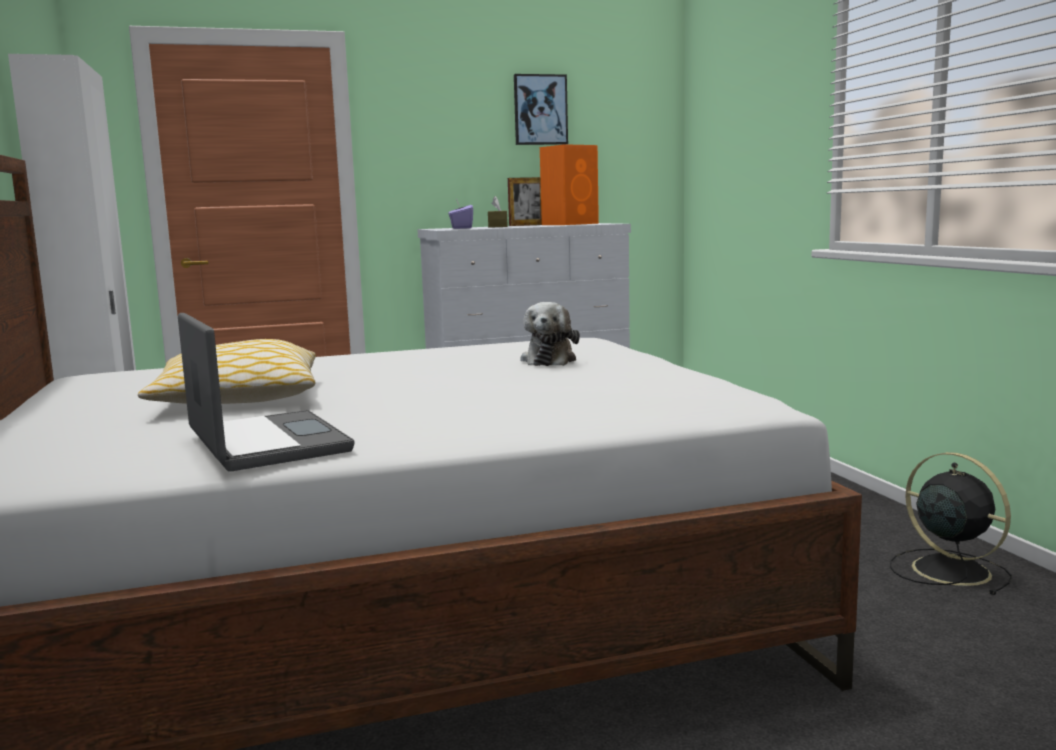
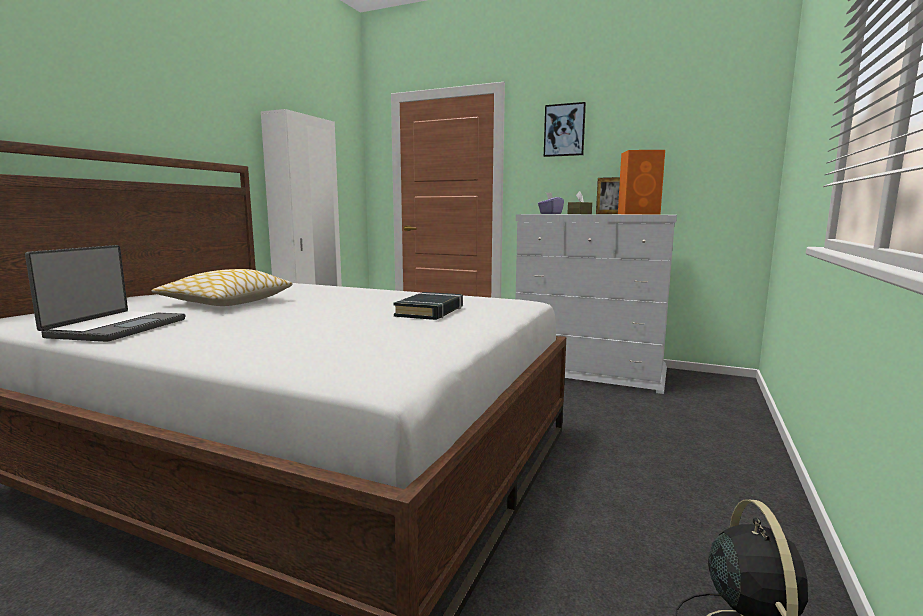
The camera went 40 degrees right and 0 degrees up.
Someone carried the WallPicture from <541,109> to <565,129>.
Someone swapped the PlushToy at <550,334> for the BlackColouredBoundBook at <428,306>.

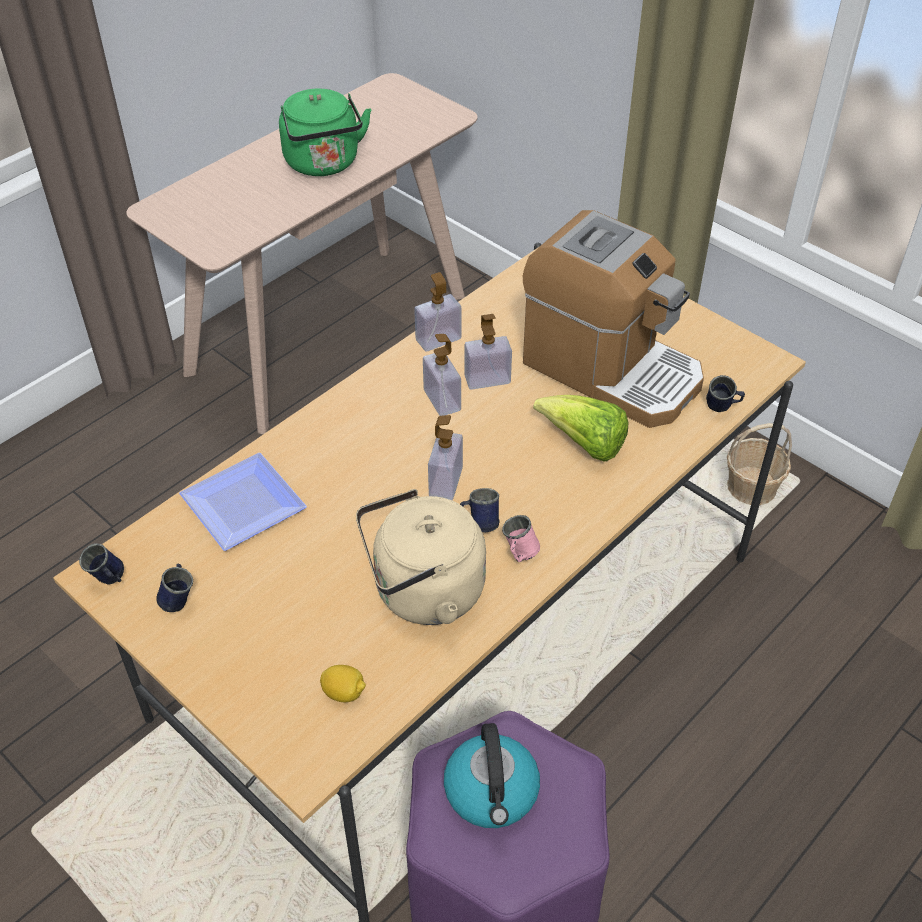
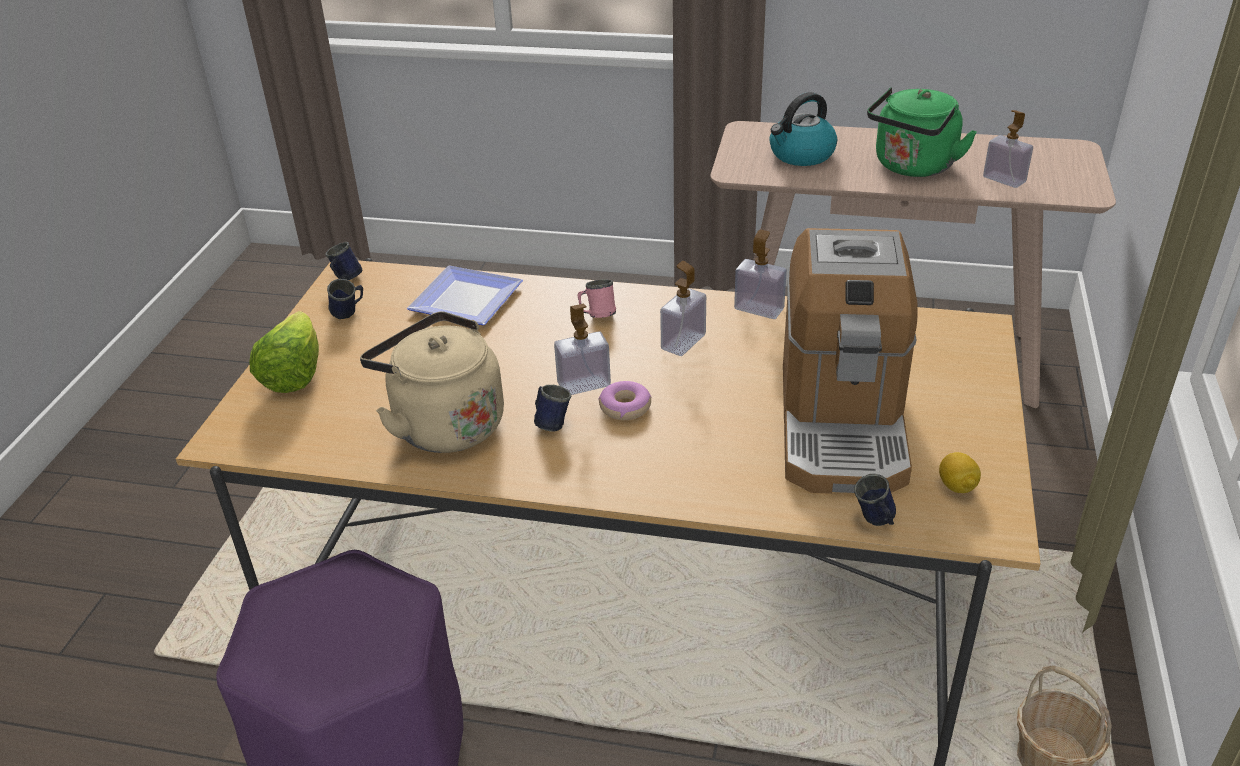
The camera went 60 degrees right and 10 degrees down.
Someone put down the RingDoughnut at <625,400>.
Someone carried the CitrusFruit from <343,683> to <960,472>.
Someone carried the WaterKettle from <492,775> to <803,129>.
Someone carried the SoapBottle from <488,352> to <1008,149>.
Someone carried the PinkCoffeeMug from <521,538> to <597,298>.
Someone carried the LettuceHead from <580,428> to <284,352>.

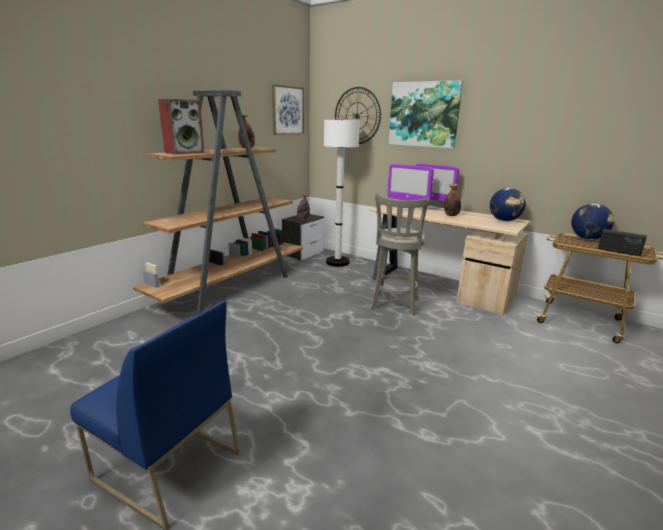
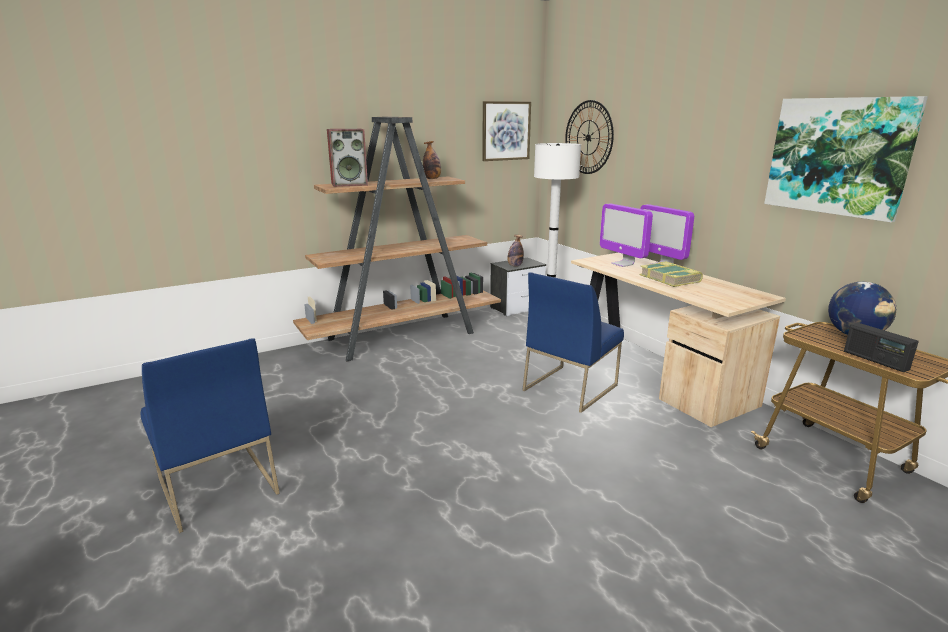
The camera went 25 degrees right and 0 degrees up.
Someone took away the DeskGlobe at <508,204>.
Someone carried the WallPicture from <426,114> to <846,159>.
Someone swapped the GreySittingStool at <400,254> for the BlueUprightChair at <573,342>.
Someone swapped the Bottle at <452,200> for the BoundBook at <671,274>.

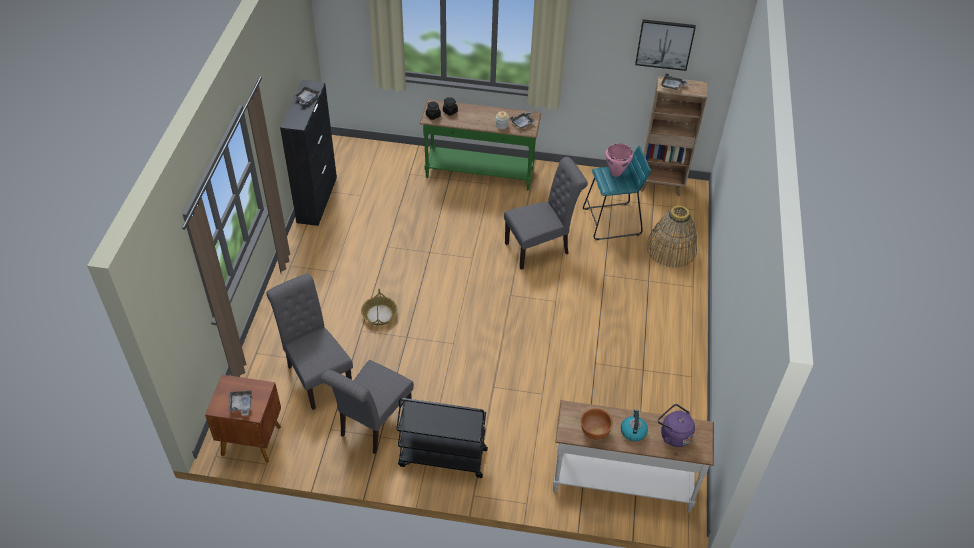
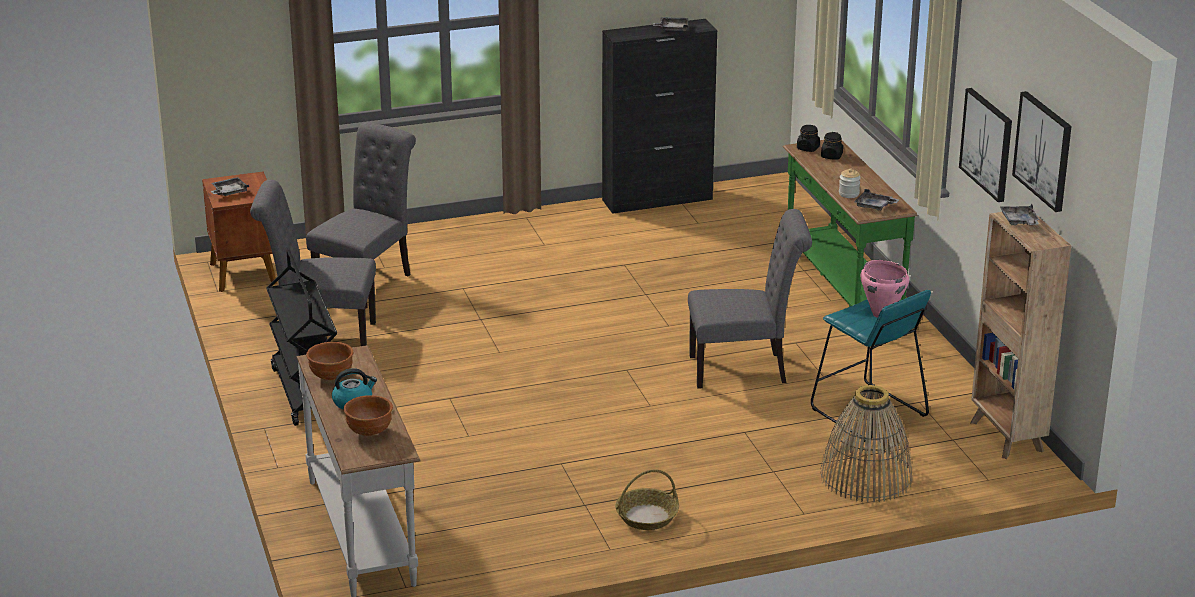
The camera went 65 degrees right and 20 degrees down.
Someone put up the WallPicture at <985,145>.
Someone carried the Basket from <379,307> to <647,499>.
Someone swapped the PurpleWaterKettle at <676,425> for the BrownServingBowl at <368,415>.
Someone rotated the GreyUprightChair at <546,213> by 45 degrees counterclockwise.

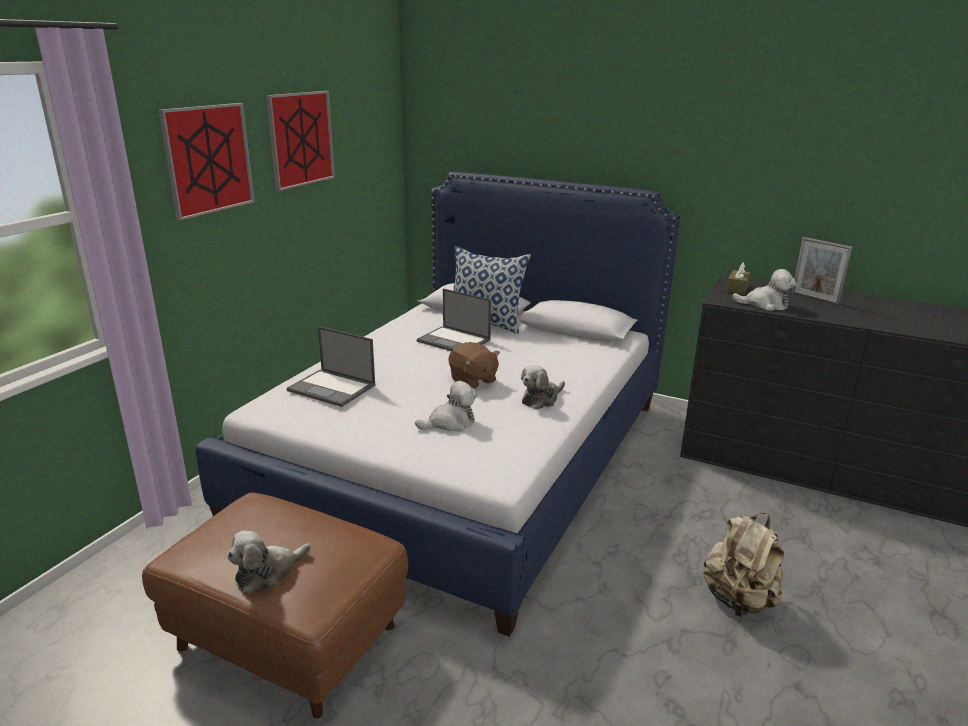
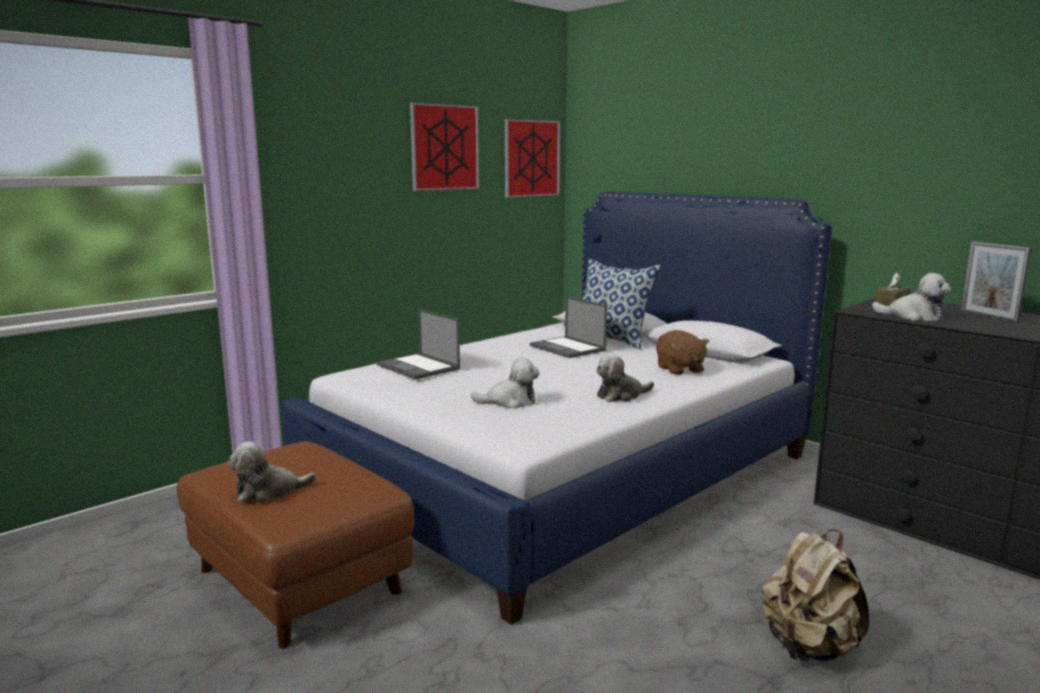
The camera went 20 degrees right and 10 degrees down.
Someone carried the WallPicture from <206,162> to <532,158>.
Someone carried the BrownPlushToy from <474,365> to <682,352>.

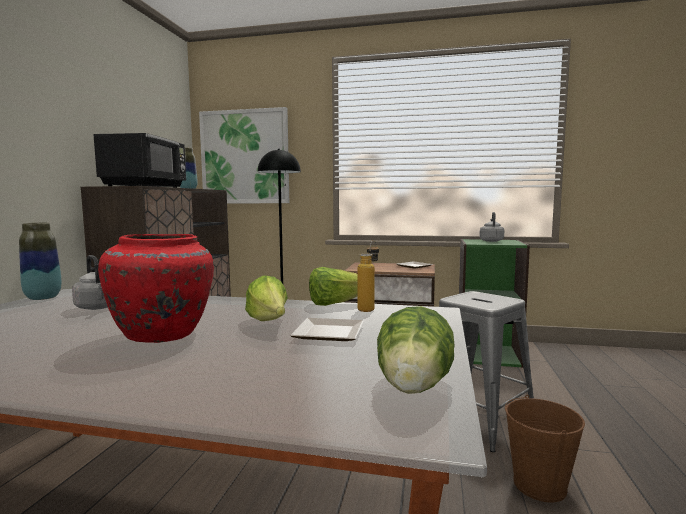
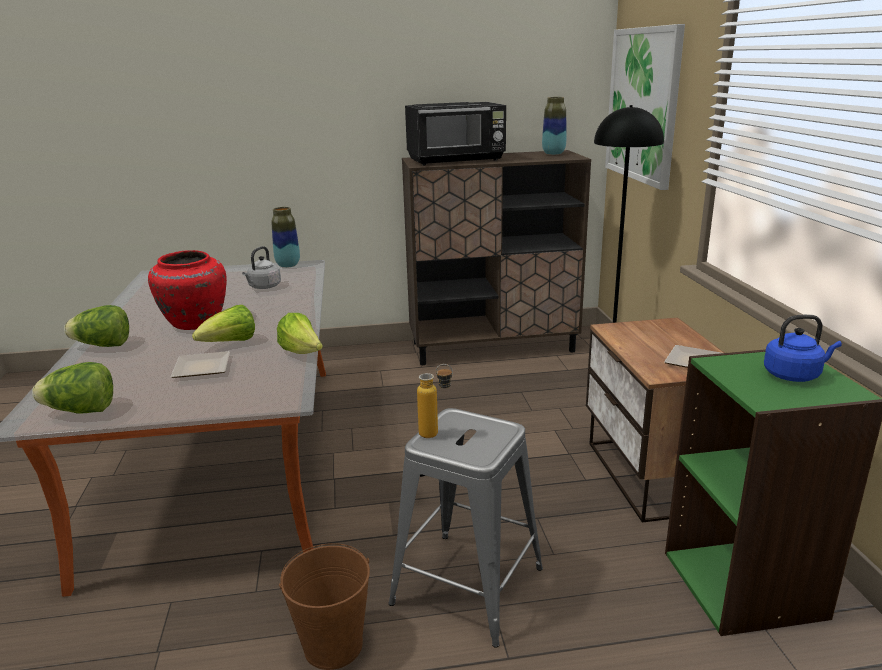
The camera went 70 degrees right and 15 degrees up.
Someone put down the LettuceHead at <96,326>.
Someone carried the Bottle from <368,276> to <435,401>.
Someone repainted the GreyWaterKettle at <491,227>, which became the BlueWaterKettle at <803,348>.

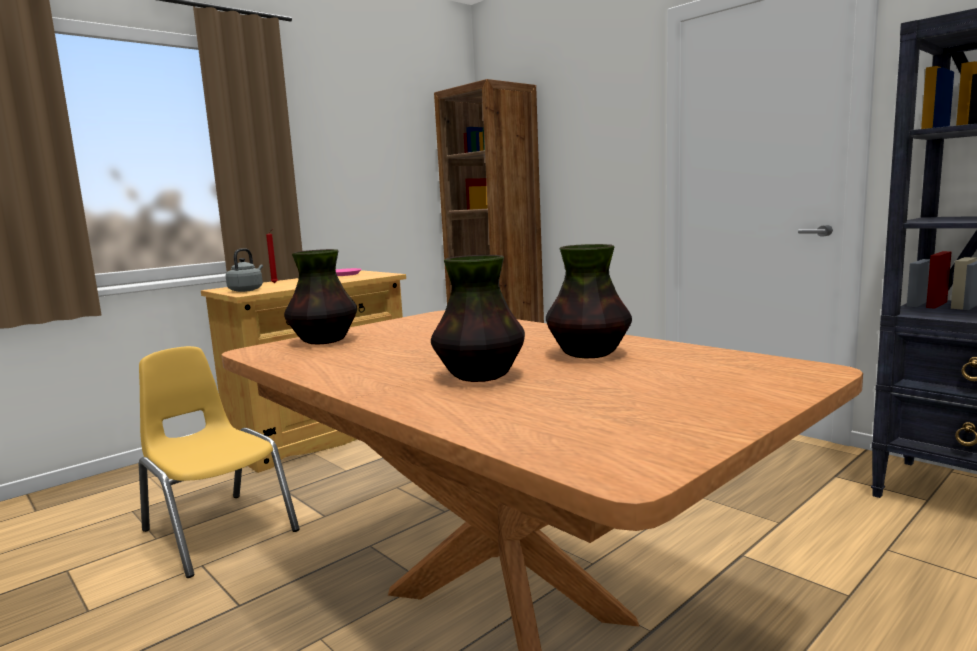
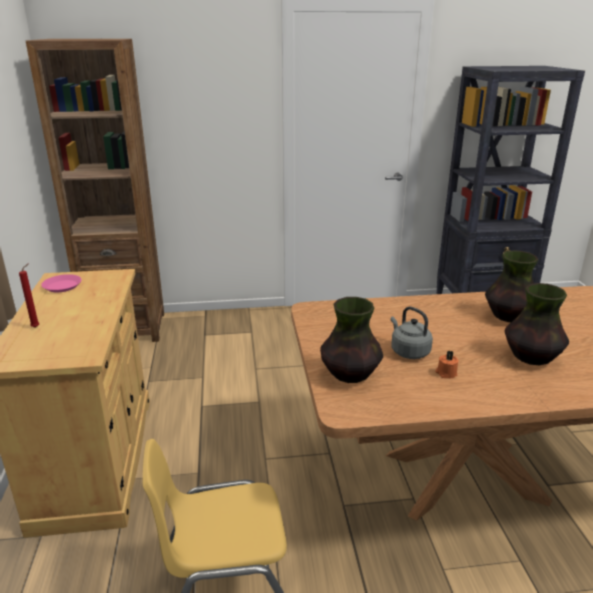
The camera went 55 degrees left and 15 degrees up.
Someone put down the OrangeWaxLight at <447,364>.
Someone carried the GreyWaterKettle from <244,270> to <412,332>.

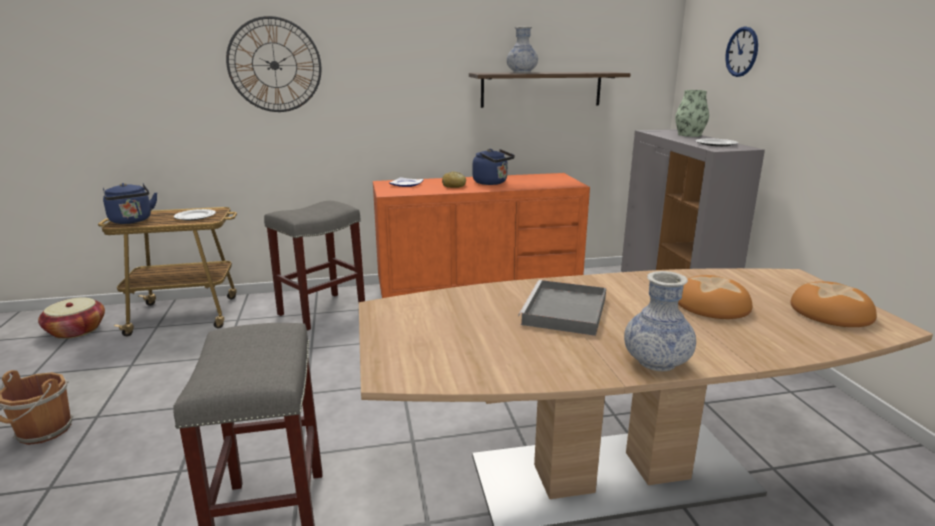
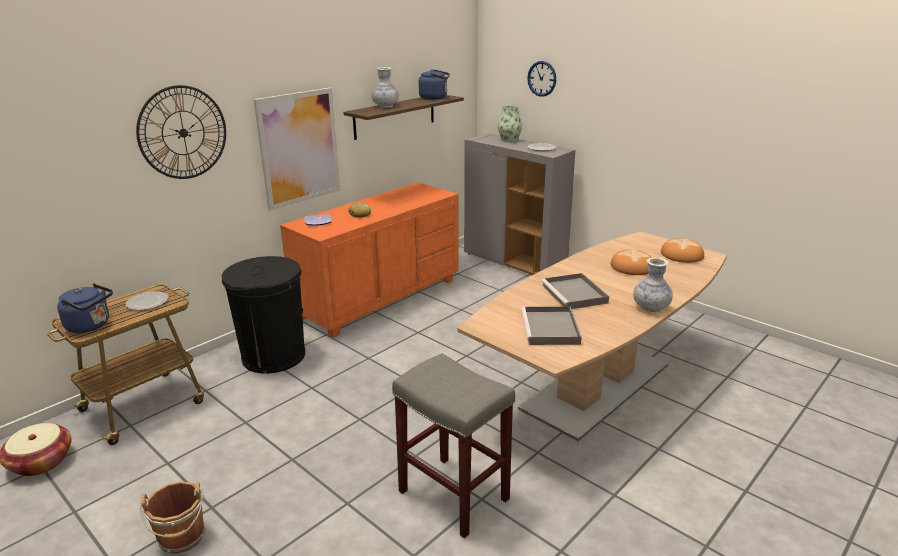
The camera went 35 degrees left and 5 degrees up.
Someone put up the WallPicture at <297,149>.
Someone put down the GreyCarryingTray at <551,325>.
Someone carried the BlueWaterKettle from <494,167> to <434,84>.
Someone swapped the GreySittingStool at <314,266> for the BlackColouredWasteBin at <263,315>.

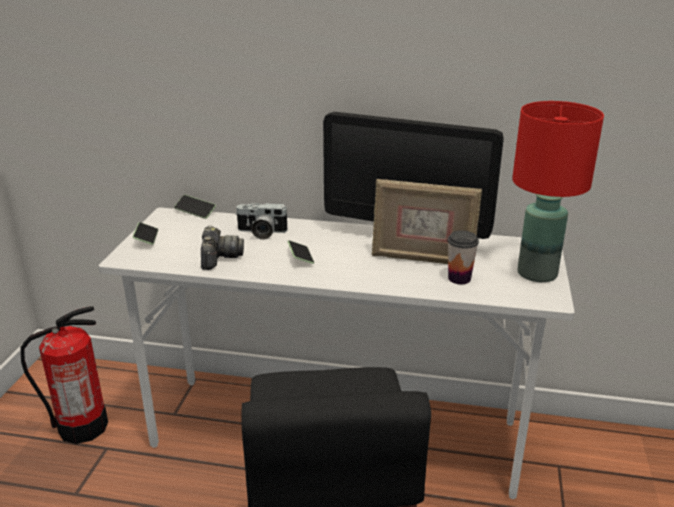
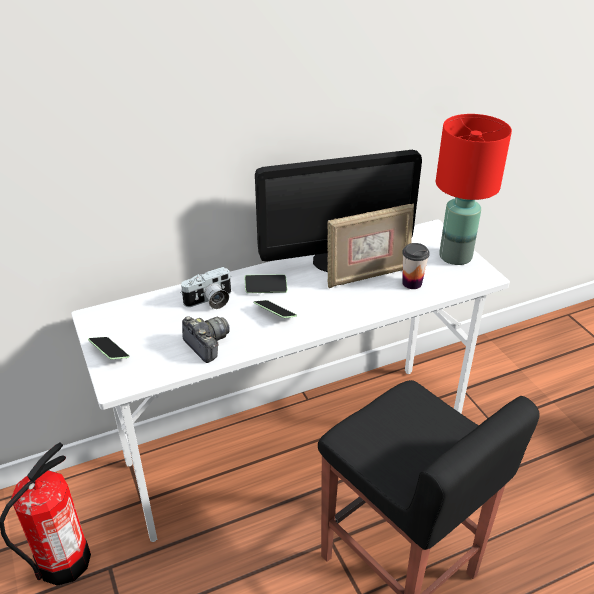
The camera went 35 degrees left and 10 degrees up.
Someone carried the Telephone from <195,207> to <265,283>.

